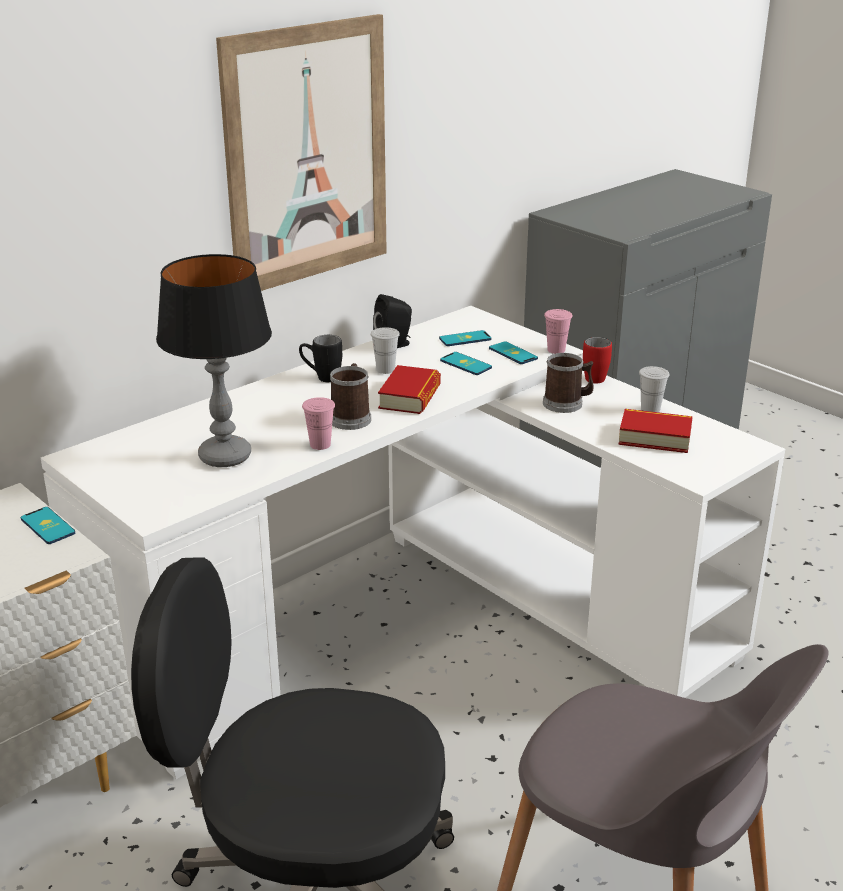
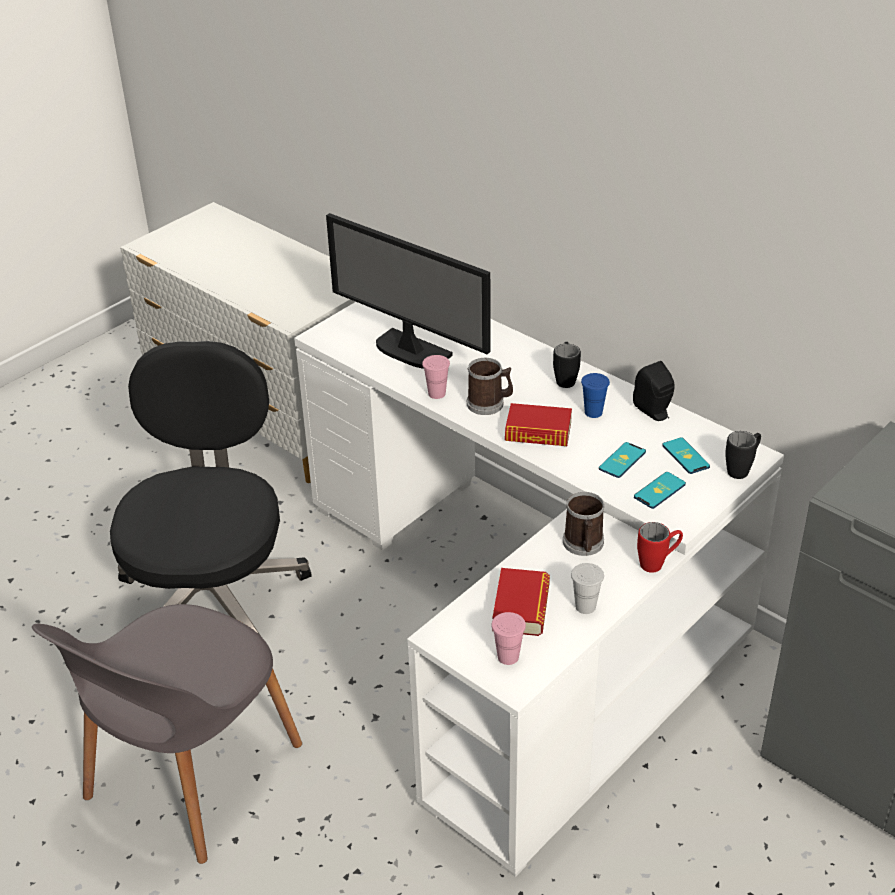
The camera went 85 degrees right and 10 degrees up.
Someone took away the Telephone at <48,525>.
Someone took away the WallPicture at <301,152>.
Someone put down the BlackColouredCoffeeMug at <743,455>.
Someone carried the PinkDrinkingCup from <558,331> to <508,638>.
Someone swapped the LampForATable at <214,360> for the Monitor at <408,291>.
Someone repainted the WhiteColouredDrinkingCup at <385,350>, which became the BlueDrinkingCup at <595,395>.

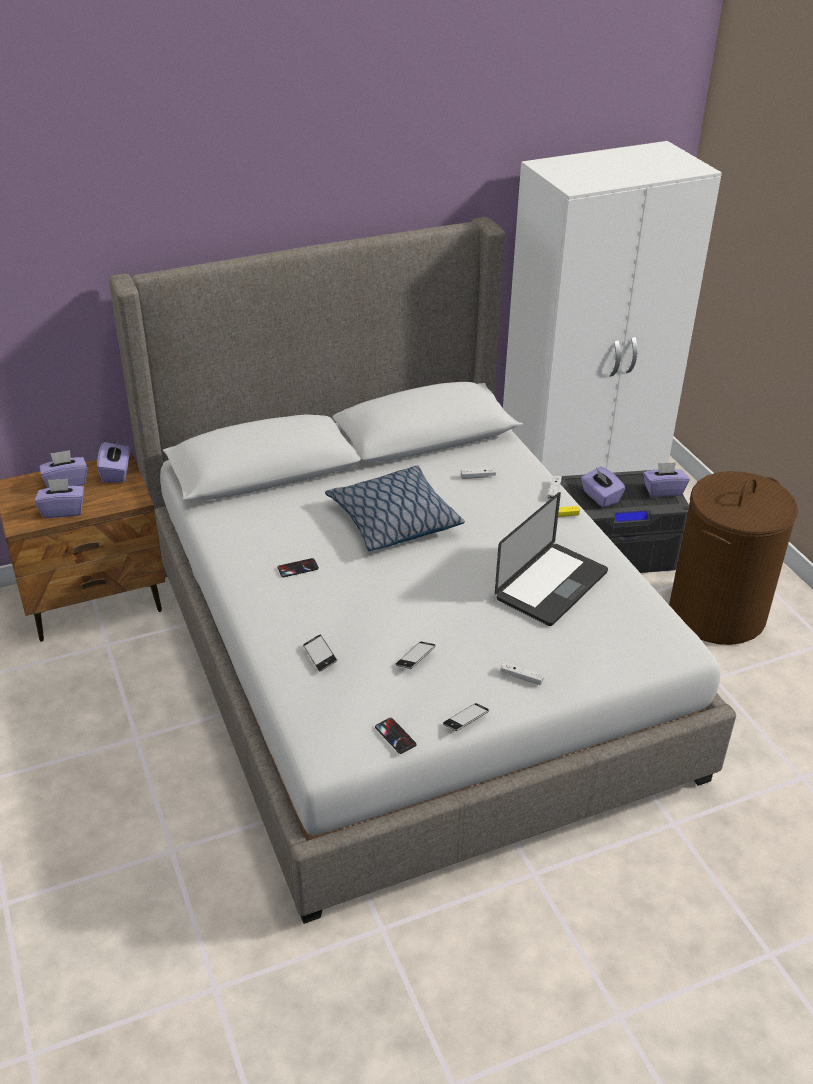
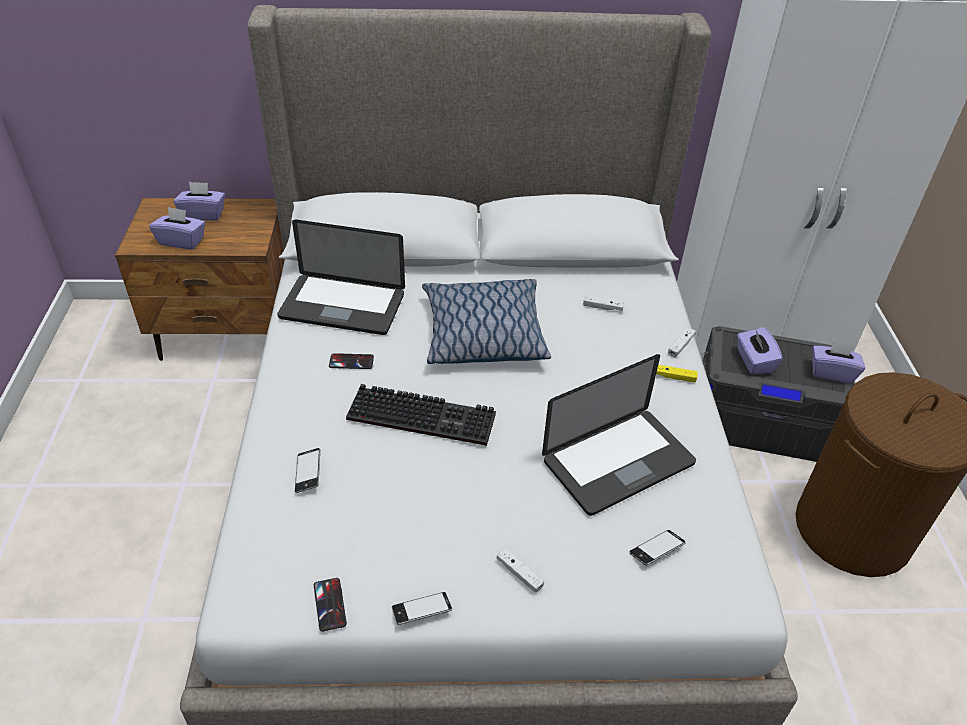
The camera went 20 degrees right and 5 degrees up.
Someone took away the PurpleBoxOfTissues at <113,462>.
Someone put down the Laptop at <341,277>.
Someone put down the ComputerKeyboard at <421,415>.
Someone carried the Telephone from <416,655> to <658,547>.

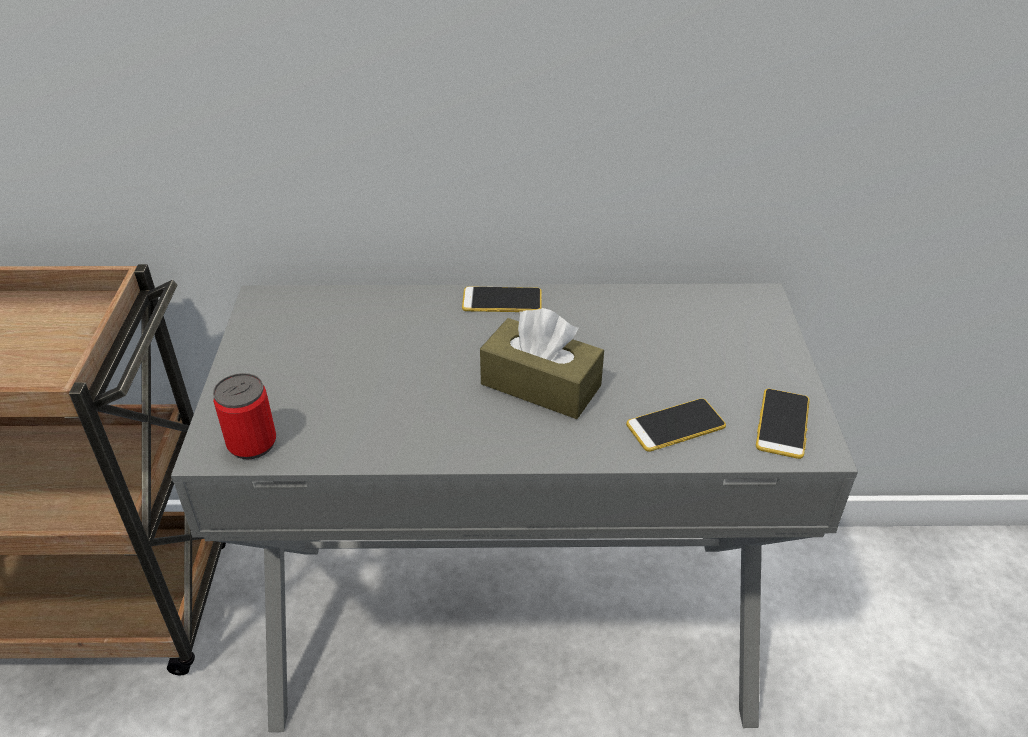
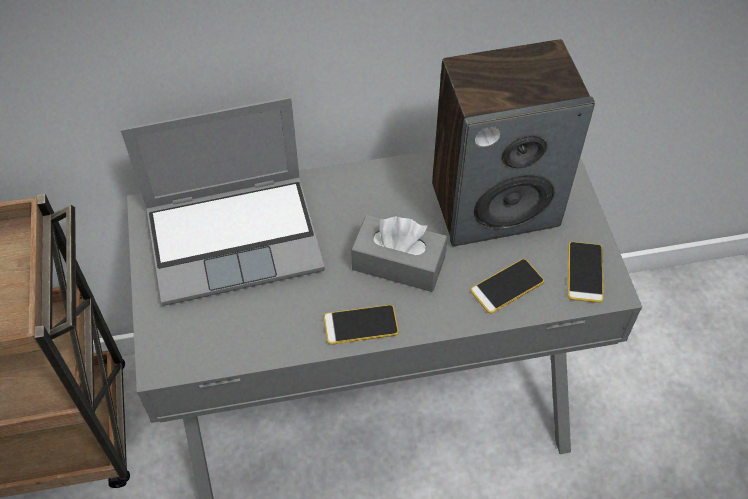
The camera went 10 degrees left and 15 degrees up.
Someone took away the MetalCan at <244,416>.
Someone put down the Laptop at <222,201>.
Someone put down the Speaker at <513,142>.
Someone carried the Telephone from <502,299> to <361,325>.
Someone repainted the BrownBoxOfTissues at <542,363>, which became the GreyBoxOfTissues at <399,253>.

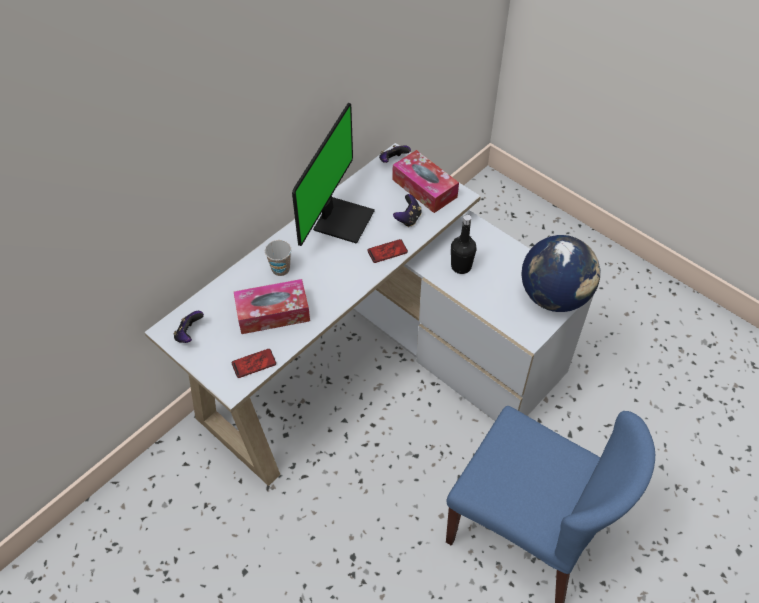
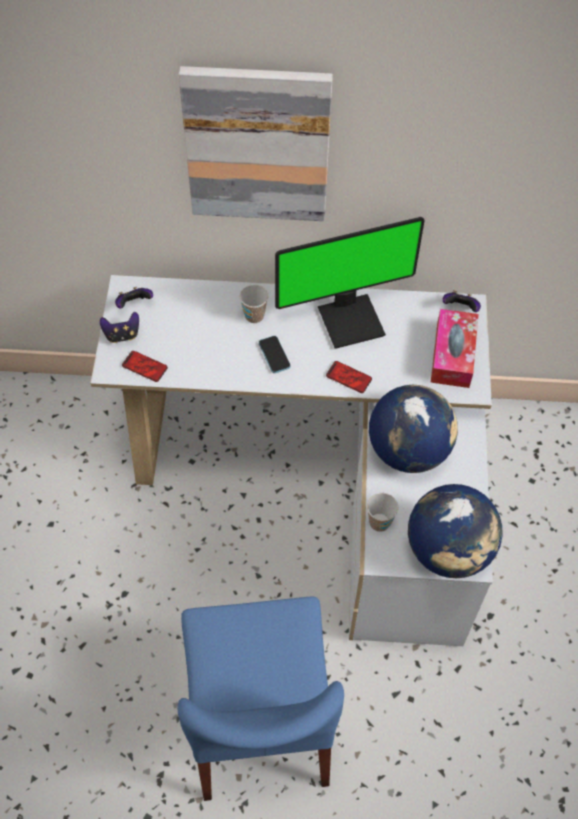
The camera went 50 degrees right and 5 degrees up.
Someone took away the BoxOfTissues at <271,306>.
Someone put up the WallPicture at <256,143>.
Someone put down the Telephone at <275,354>.
Someone put down the DrinkingCup at <382,512>.
Someone carried the Gamepad from <407,210> to <119,327>.
Someone swapped the BlackColouredBottle at <464,244> for the DeskGlobe at <413,429>.

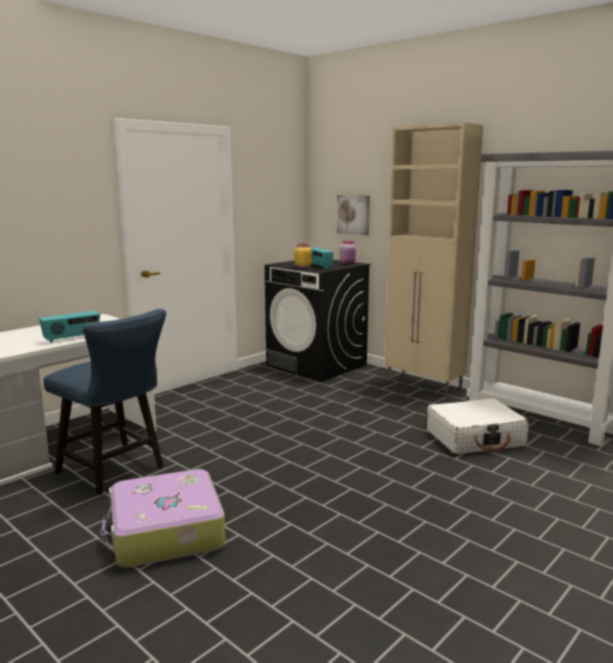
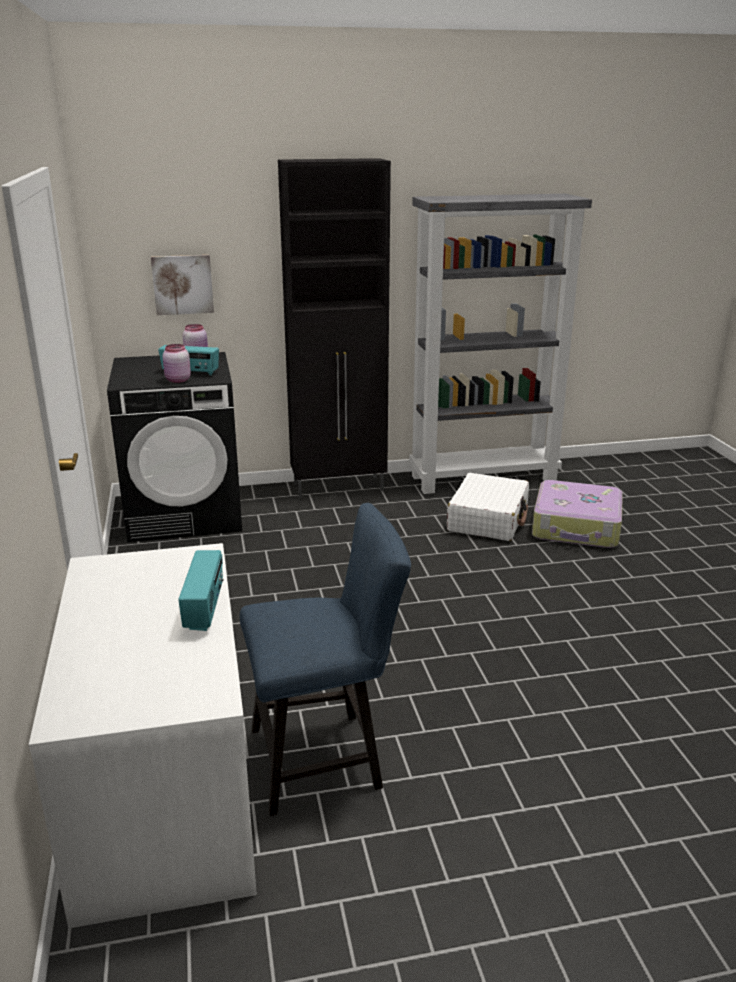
The camera went 55 degrees left and 10 degrees up.
Someone carried the PieceOfLuggage from <163,518> to <577,514>.
Someone repainted the YellowishPreserveJar at <303,256>, which became the PinkPreserveJar at <177,363>.
Someone repainted the SandColouredCupboard at <434,260>, which became the BlackColouredCupboard at <334,328>.

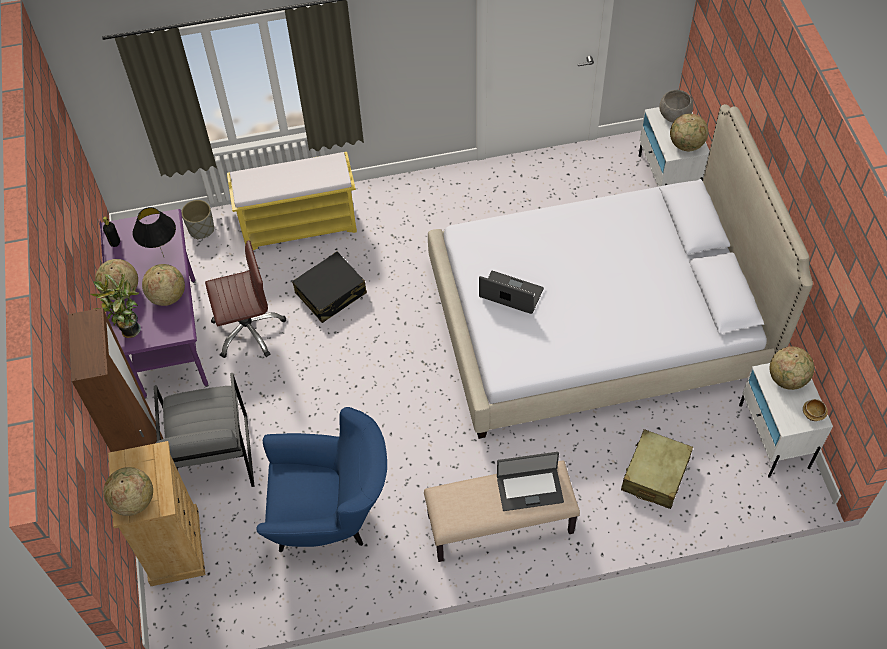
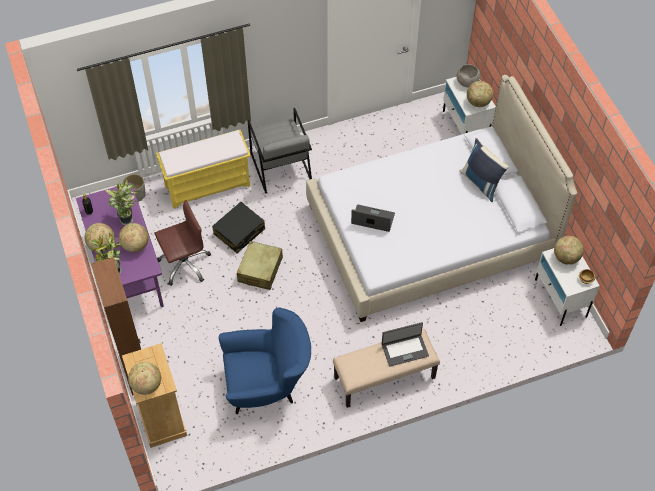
The camera went 10 degrees left and 0 degrees up.
Someone put down the BlueThrowPillow at <484,170>.
Someone carried the GreyLoungeChair from <204,430> to <279,151>.
Someone carried the SandColouredPieceOfLuggage from <657,469> to <260,265>.
Someone swapped the BlackColouredLampForATable at <154,232> for the PlantInAPot at <121,202>.

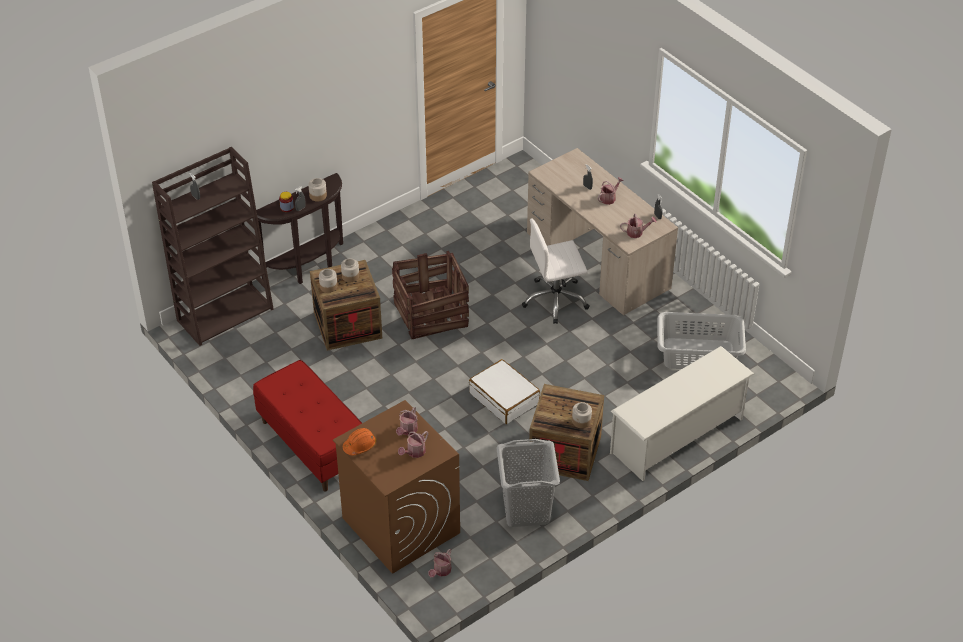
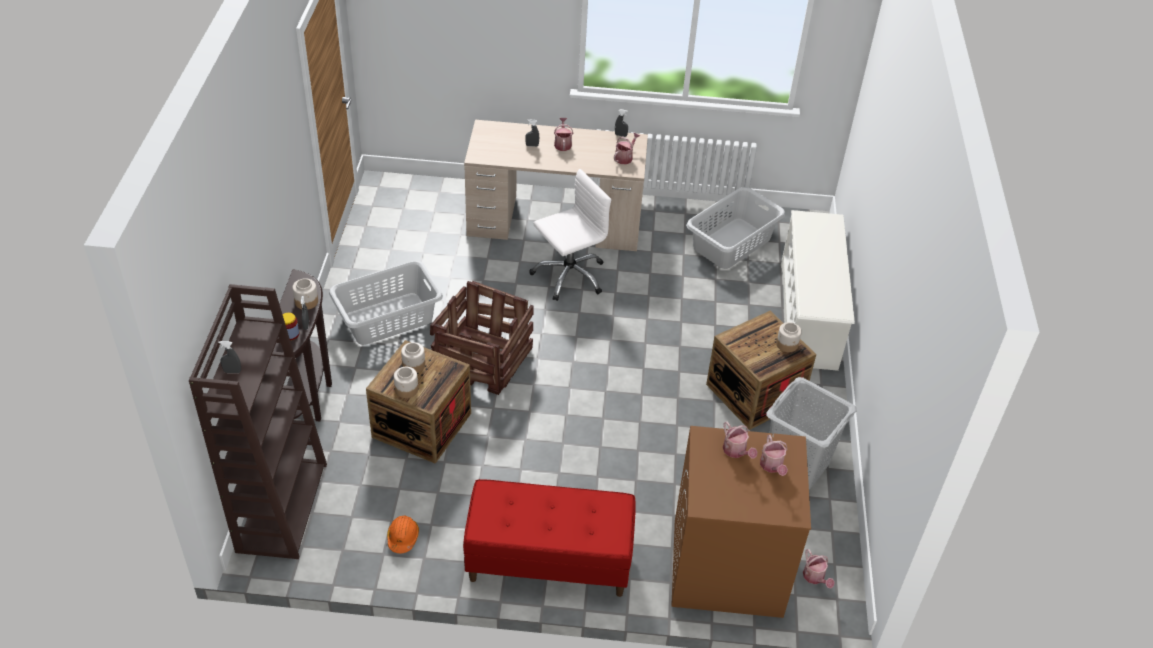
The camera went 50 degrees left and 0 degrees up.
Someone took away the WhiteColouredPieceOfLuggage at <504,391>.
Someone put down the GreyLaundryBasket at <386,303>.
Someone carried the OrangeHardHat from <359,441> to <403,534>.
Someone rotated the WhiteColouredDeskChair at <556,271> by 150 degrees counterclockwise.

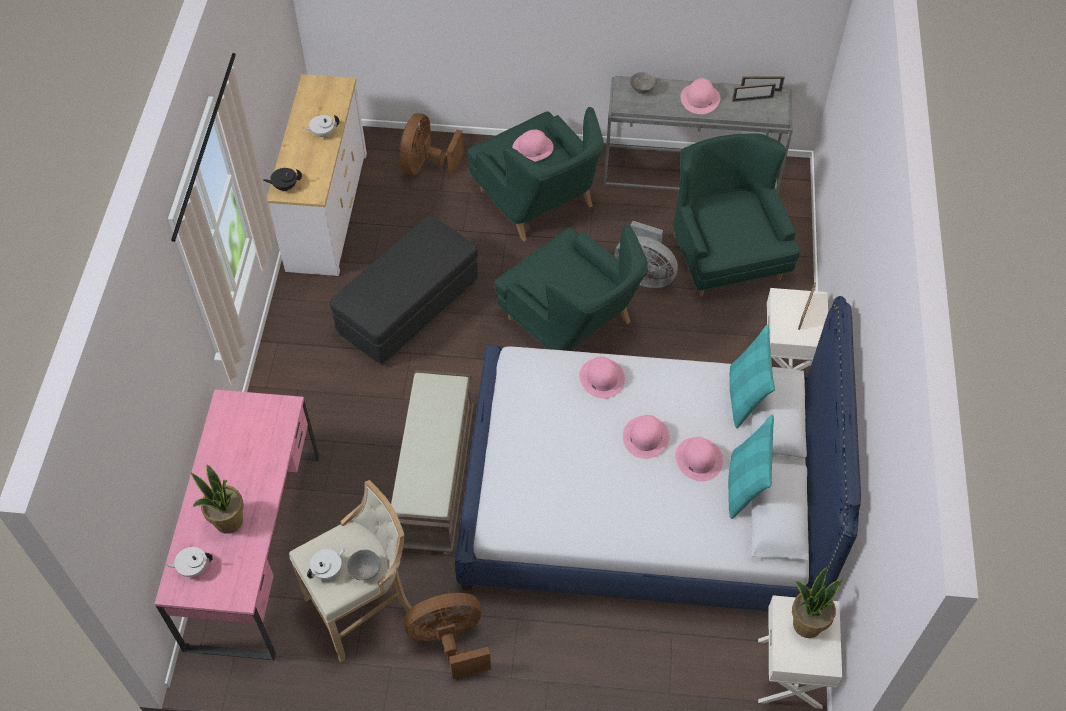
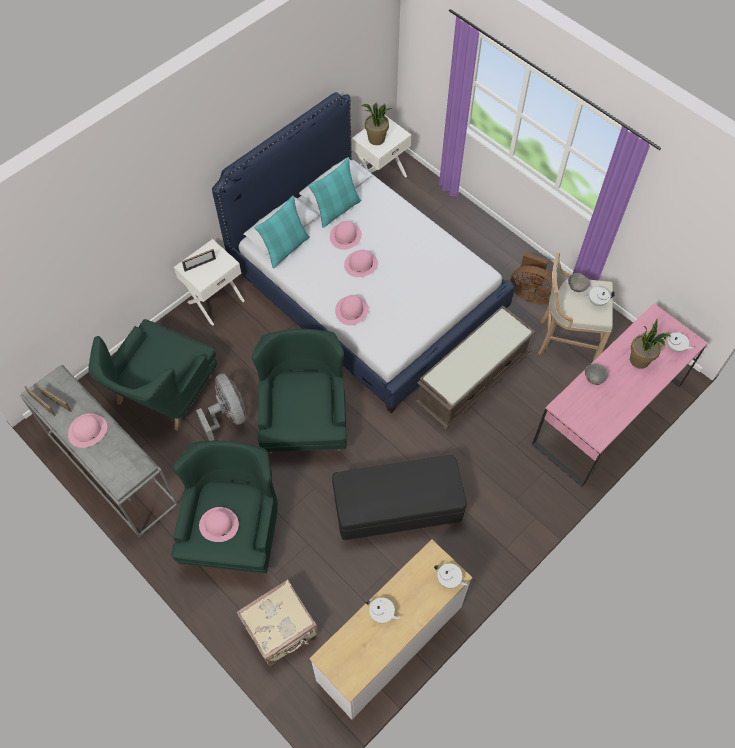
The camera went 140 degrees left and 5 degrees up.
Someone carried the GreyServingBowl from <643,83> to <596,374>.
Someone swapped the BrownCoolingFan at <431,144> for the SandColouredPieceOfLuggage at <277,623>.
Someone repainted the BlackColouredTeapot at <282,179>, which became the WhiteColouredTeapot at <450,575>.

